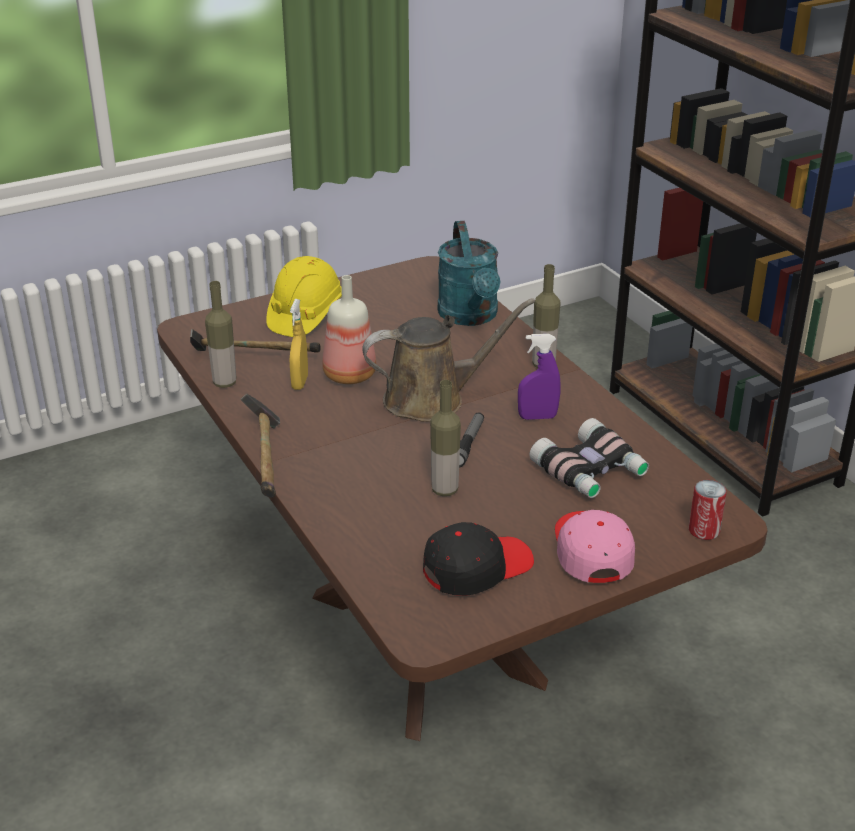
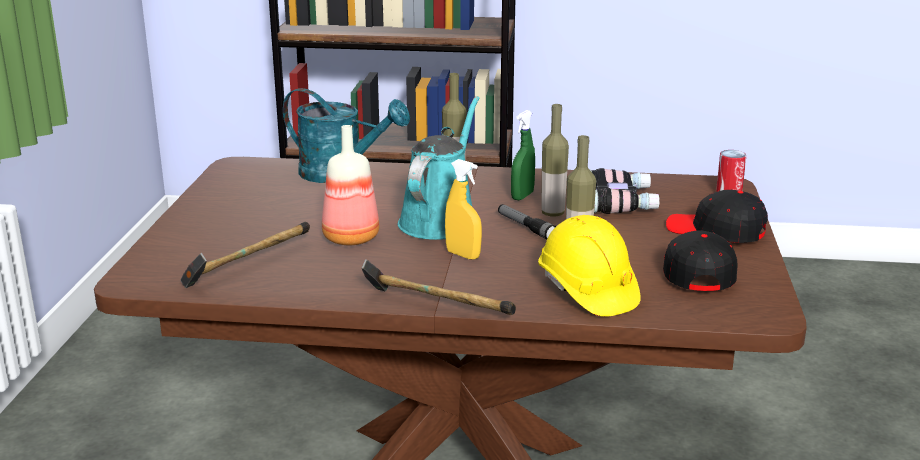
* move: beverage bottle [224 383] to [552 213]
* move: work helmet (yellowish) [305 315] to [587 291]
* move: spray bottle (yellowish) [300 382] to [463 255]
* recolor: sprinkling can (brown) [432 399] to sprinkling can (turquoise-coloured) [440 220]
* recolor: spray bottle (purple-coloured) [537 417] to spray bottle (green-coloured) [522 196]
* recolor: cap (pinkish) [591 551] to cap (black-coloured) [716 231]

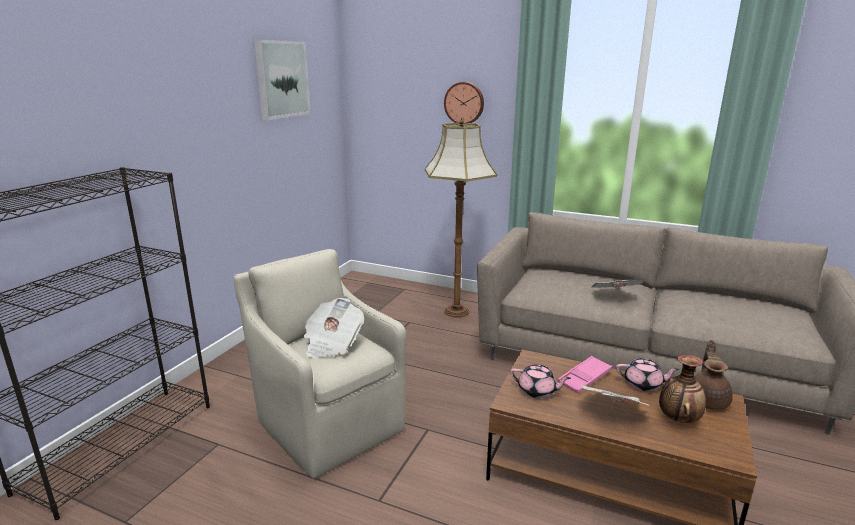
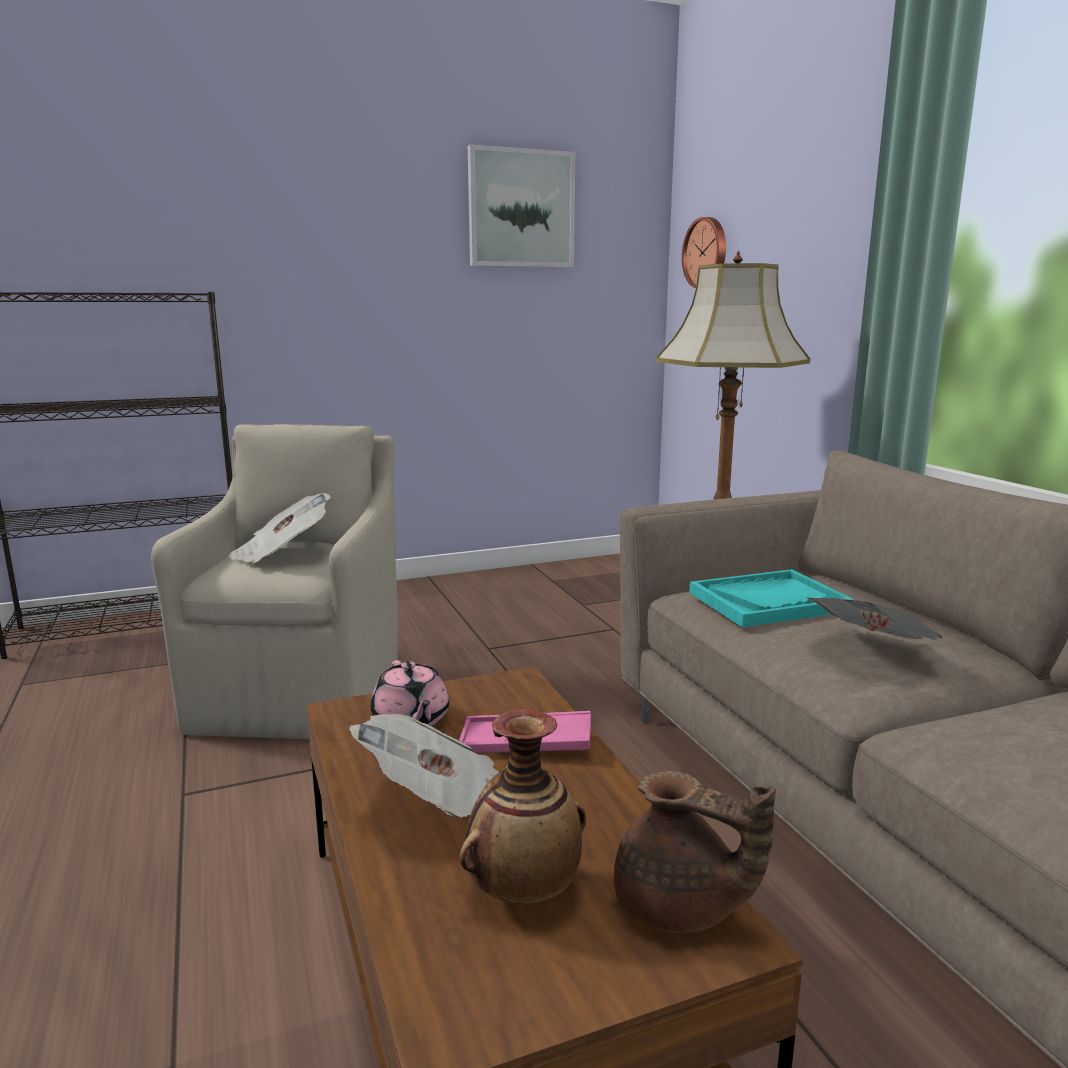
* delete: tea pot (pinkish) [643 384]
* insert: carrying tray (turquoise-coloured) [768 601]
* move: wall clock [464 103] to [706 253]
* rotate: tea pot (brown) [707 400] = [679 908] 60 degrees clockwise

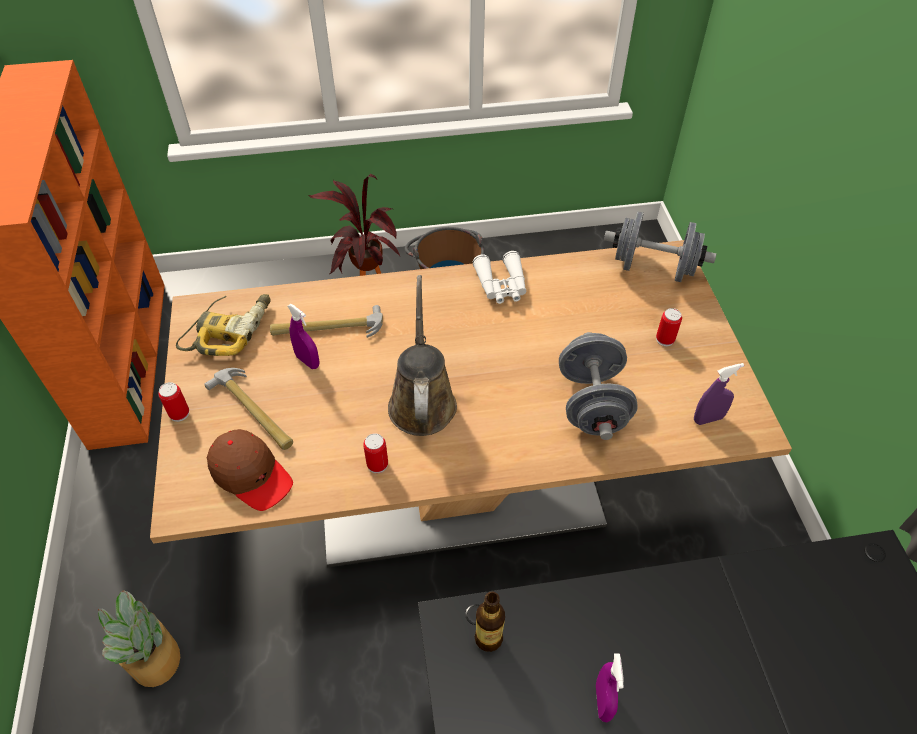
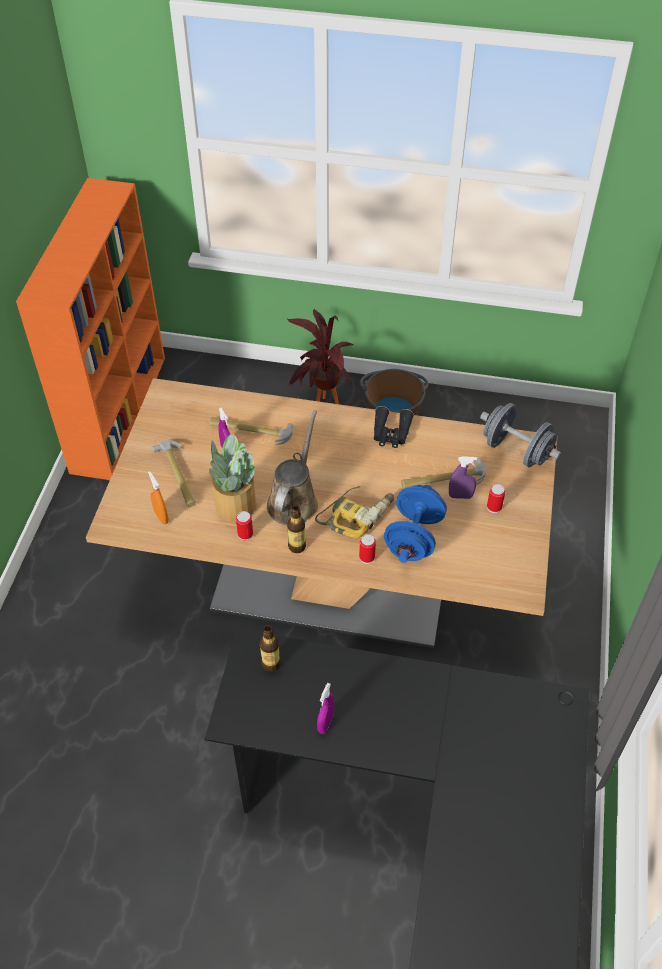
* insert: beverage bottle [297 546]
* insert: hand hammer [443 479]
* move: plant in a pot [155 658] to [236 503]
* move: sealed can [179 413] to [367 557]
* move: electric drill [229 329] to [356 514]
* move: spray bottle (purple-coloured) [708 419] to [460 496]
* replace: cap (brown) [251 474] to spray bottle (orange-coloured) [161 516]
* recolor: pair of binoculars (white-coloured) [501 285] to pair of binoculars (black-coloured) [391 433]
* recolor: free weight (gray) [592 404] to free weight (blue-coloured) [413 538]

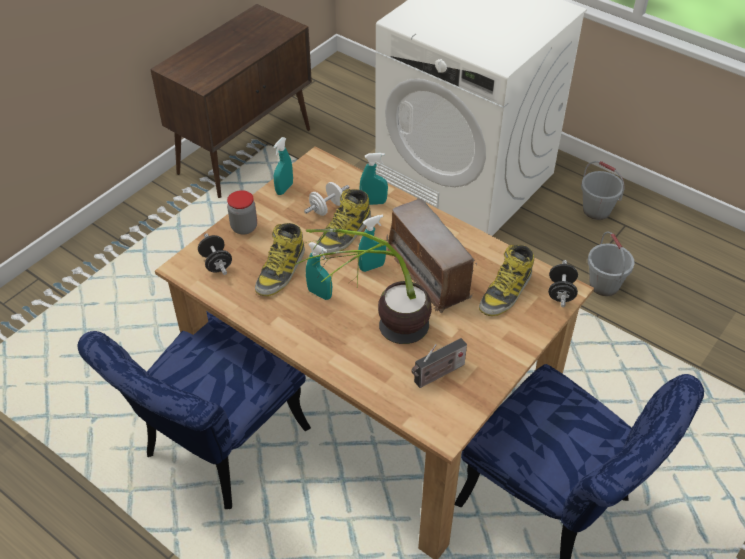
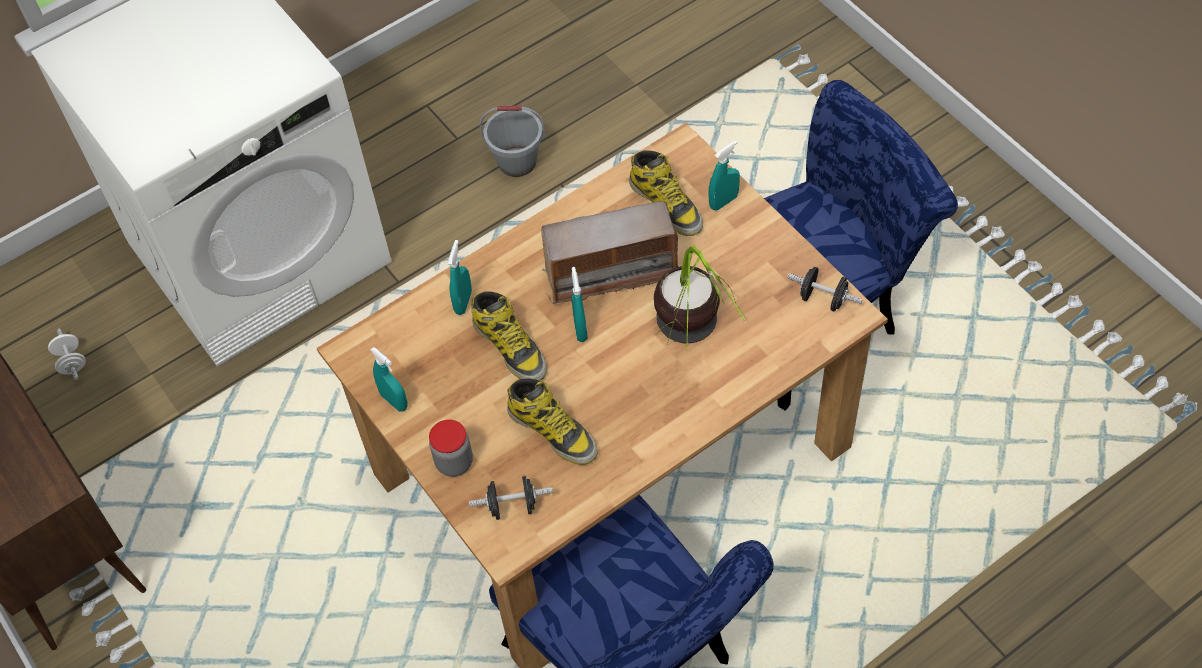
* delete: radio set [437 375]
* delete: pail (gray) [596 210]
* move: free weight (white-coloured) [327 208] to [71 362]
* move: spray bottle (turquoise-coloured) [319 294] to [723 201]
* move: free weight (black-coloured) [561 292] to [823 299]

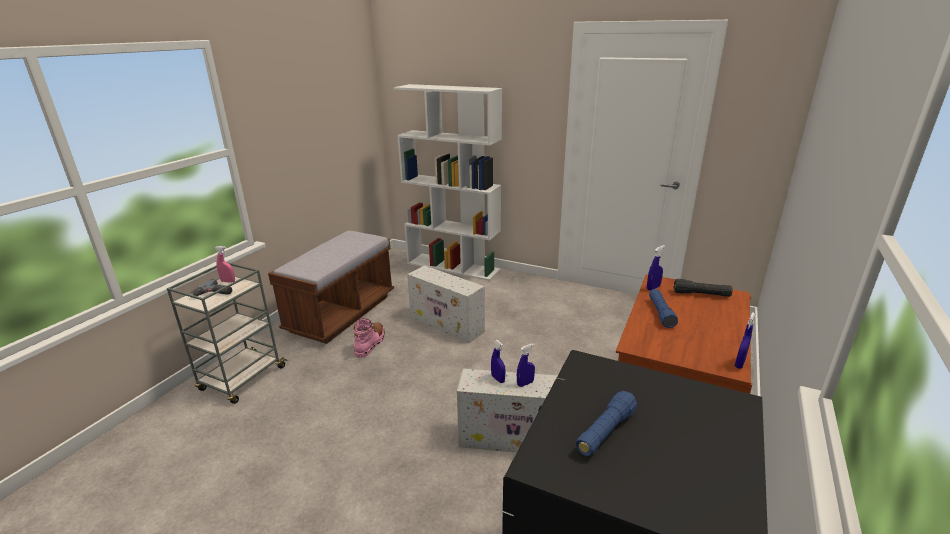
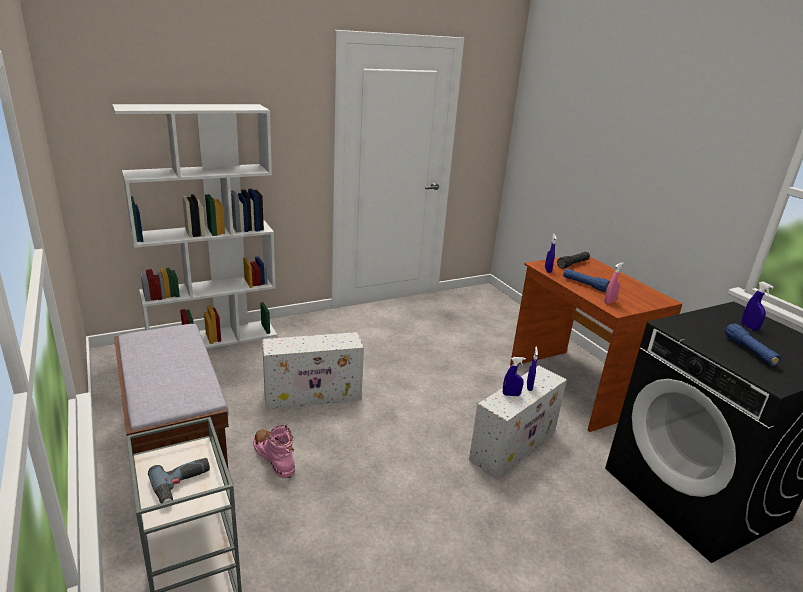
* move: spray bottle (pinkish) [228 281] to [609 302]
* move: spray bottle (blue-coloured) [739 364] to [749 327]

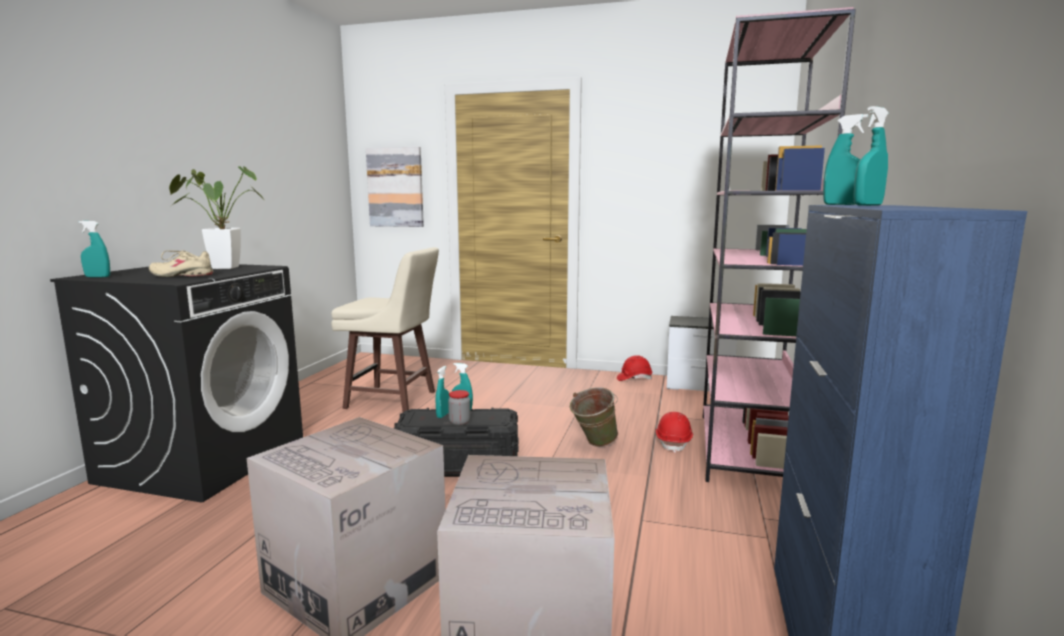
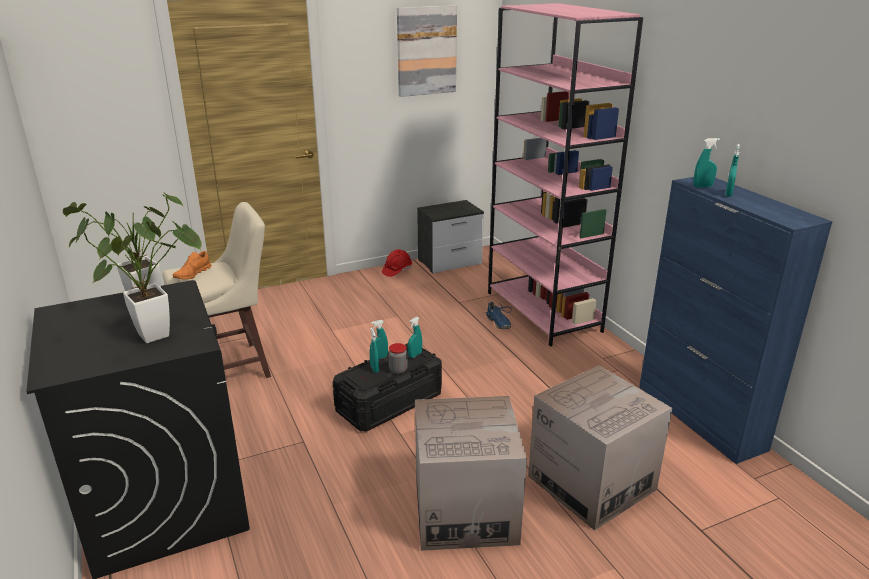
* delete: pail (green-coloured) [593 444]
* insert: shoe (orange-coloured) [192 274]
* move: spray bottle (turquoise-coloured) [97 277] to [415 355]
* move: picture [395 187] to [426 51]
* replace: shoe (beige-coloured) [182 276] to plant in a pot [161 333]
* replace: work helmet (red) [674 442] to shoe (blue-coloured) [498 323]

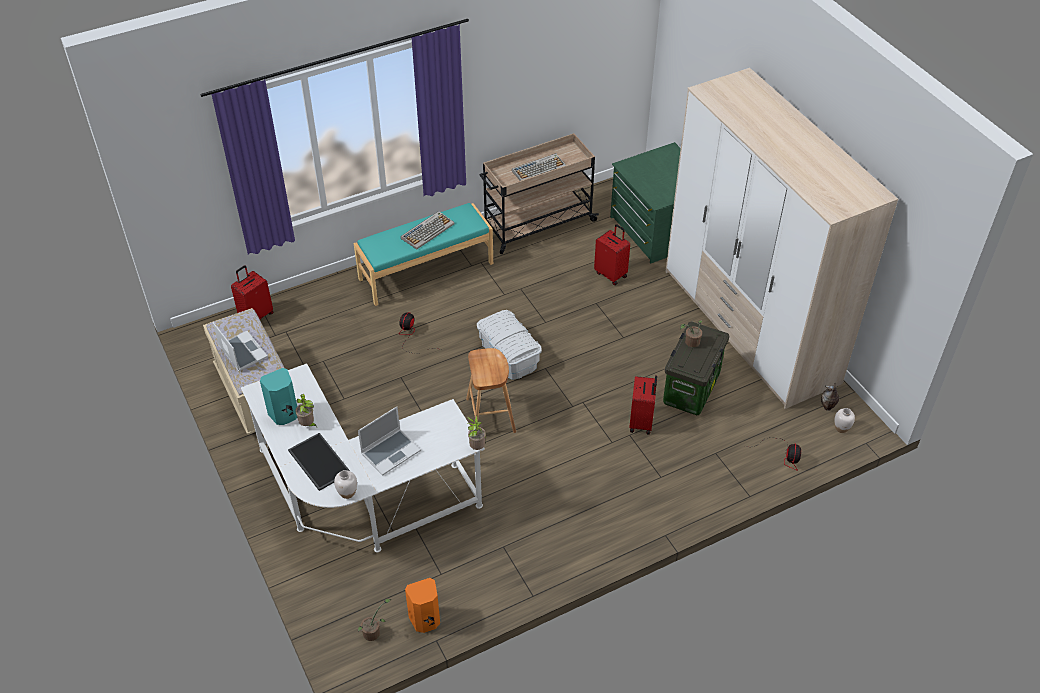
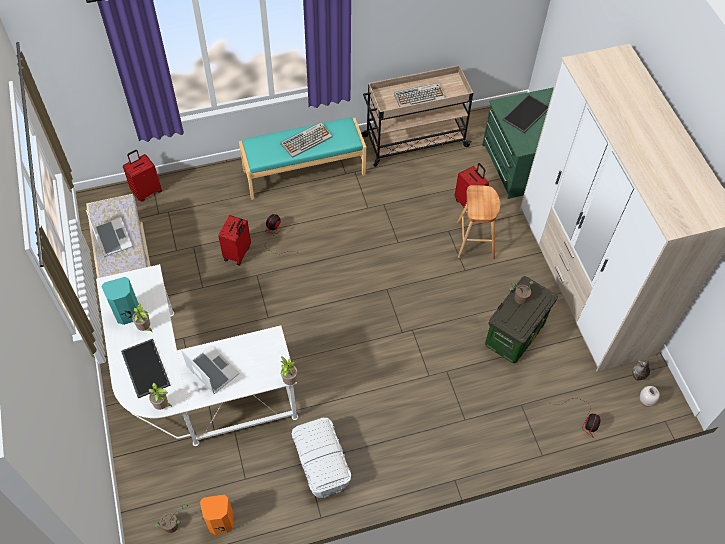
* insert: carrying tray [526 114]
* move: stool (brown) [490 415] to [475 240]
* move: storage bin (white-coloured) [509 355] to [322 464]
* move: piece of luggage (red) [642 422] to [238 253]
* replace: flower vase (white-coloured) [347 493] to plant in a pot [162 405]
* rotate: laptop [391 452] = [211 370] 105 degrees counterclockwise

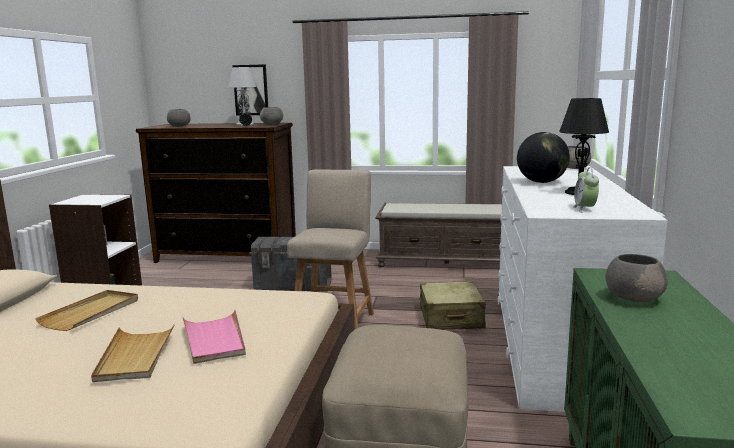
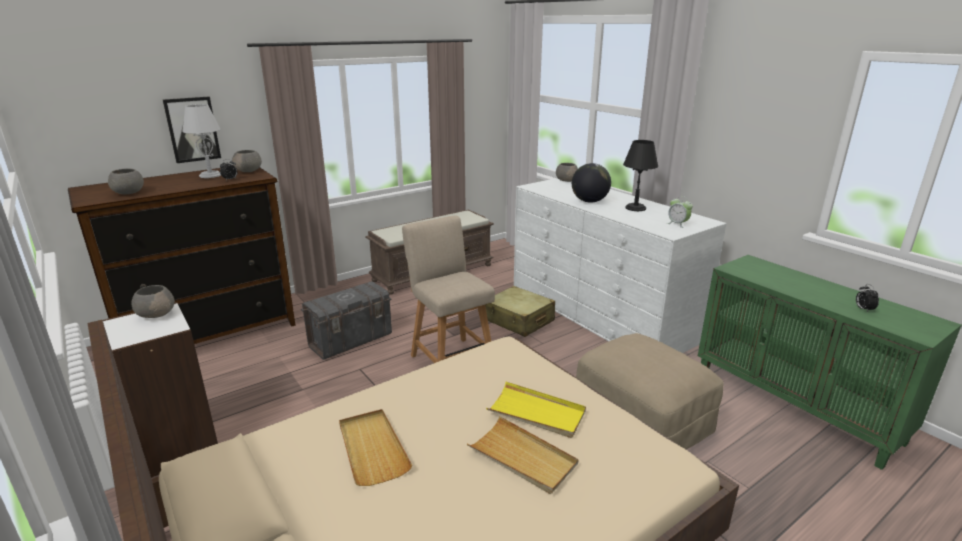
* insert: alarm clock [863 309]
* move: serving bowl (gray) [634 298] to [156 314]
* recolor: carrying tray (pinkish) [214 339] to carrying tray (yellowish) [536 413]

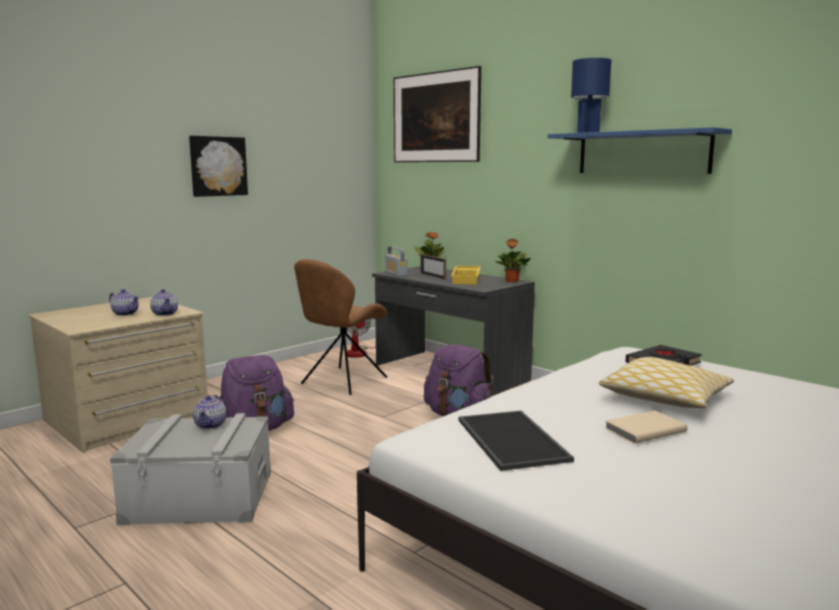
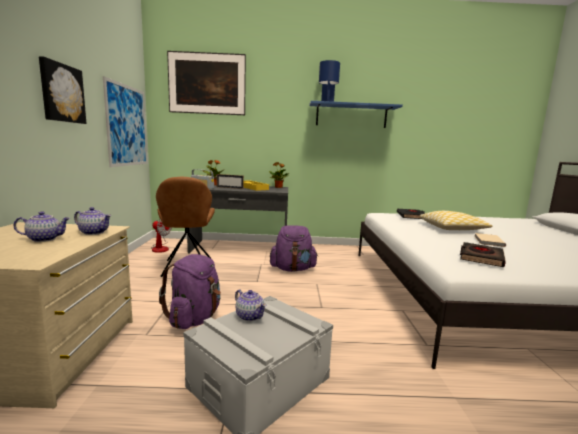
* insert: picture [127 126]
* replace: carrying tray [509 439] to book (black-coloured) [481 258]

